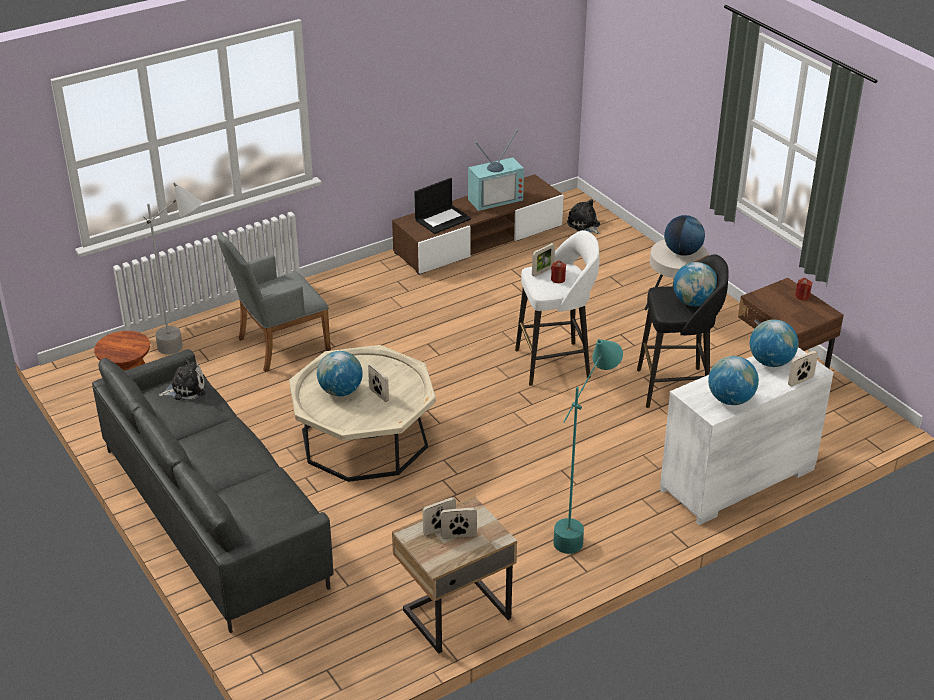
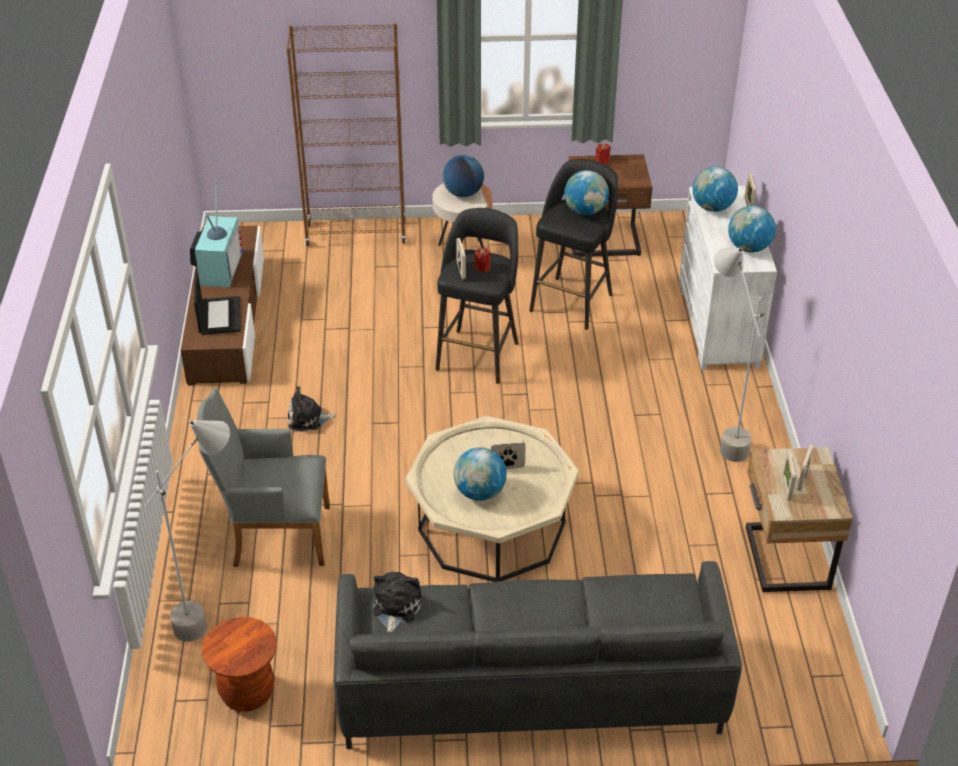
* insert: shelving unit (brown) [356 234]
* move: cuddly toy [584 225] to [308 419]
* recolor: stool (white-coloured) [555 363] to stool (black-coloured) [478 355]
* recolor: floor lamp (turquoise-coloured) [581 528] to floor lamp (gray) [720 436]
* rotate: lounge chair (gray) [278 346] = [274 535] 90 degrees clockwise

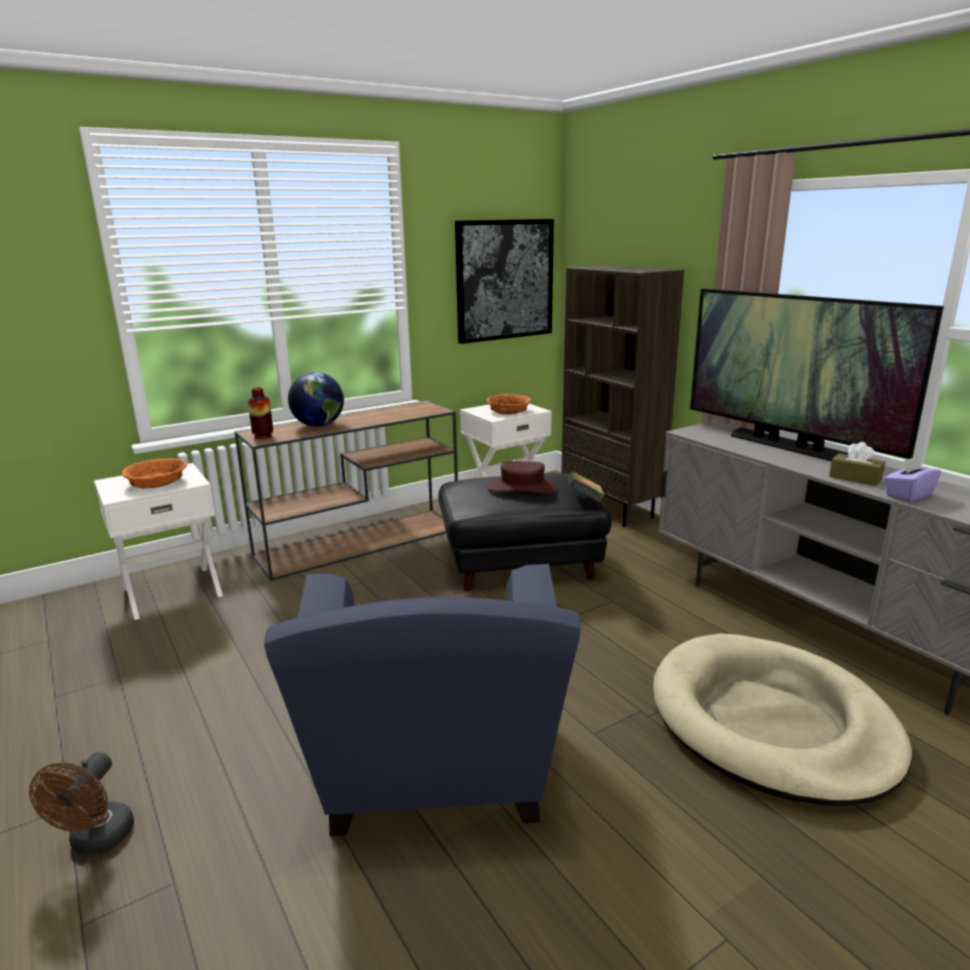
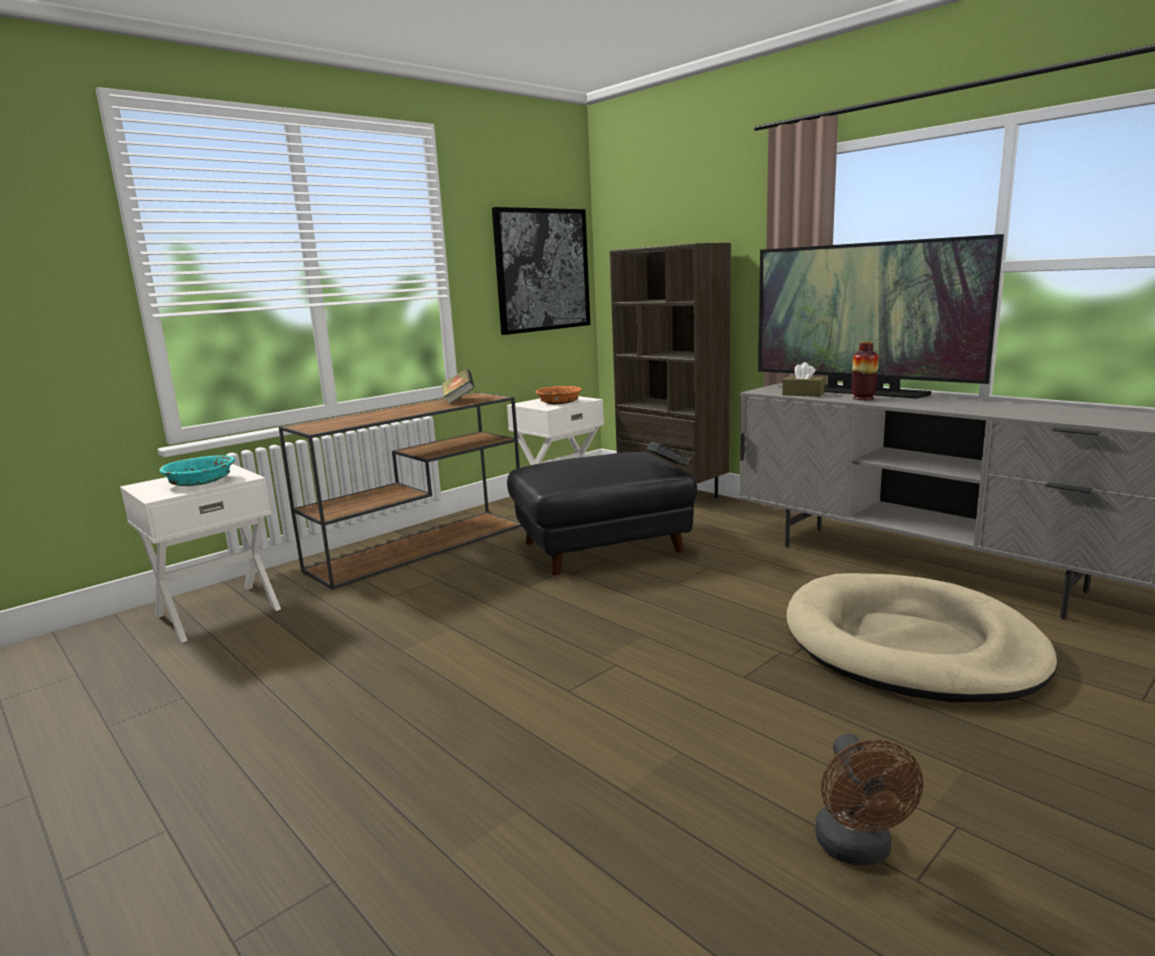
* delete: lounge chair (blue-coloured) [435 773]
* delete: world globe [318 425]
* delete: clothing hat (brown) [522 488]
* delete: box of tissues (purple-coloured) [908 495]
* insert: book [459 400]
* move: fan (brown) [96 841] to [858 850]
* move: flower vase [263 436] to [863 398]
* move: box of tissues (brown) [855 478] to [803 394]
* recolor: serving bowl (orange-coloured) [157 483] to serving bowl (turquoise-coloured) [200 481]

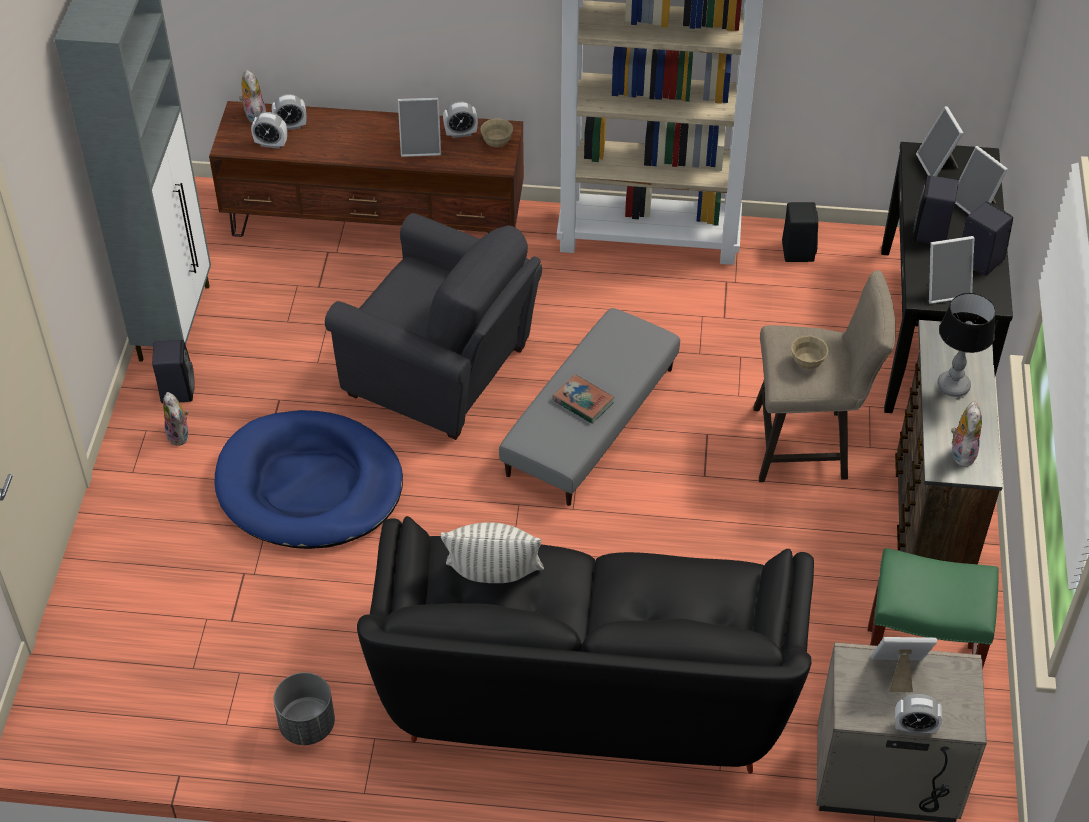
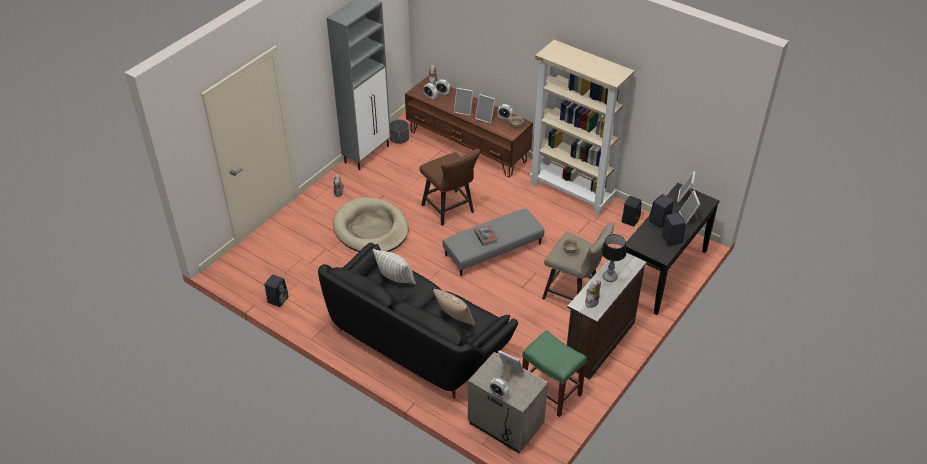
* insert: pillow [454 320]
* move: speaker (black-coloured) [177 389] to [278 299]
* move: flower pot (gray) [307 725] to [399 140]
* move: photo frame [945 289] to [464 110]
* replace: lounge chair (gray) [444 374] to stool (brown) [450 210]
* recolor: dog bed (blue-coloured) [309 485] to dog bed (beige-coloured) [371 229]

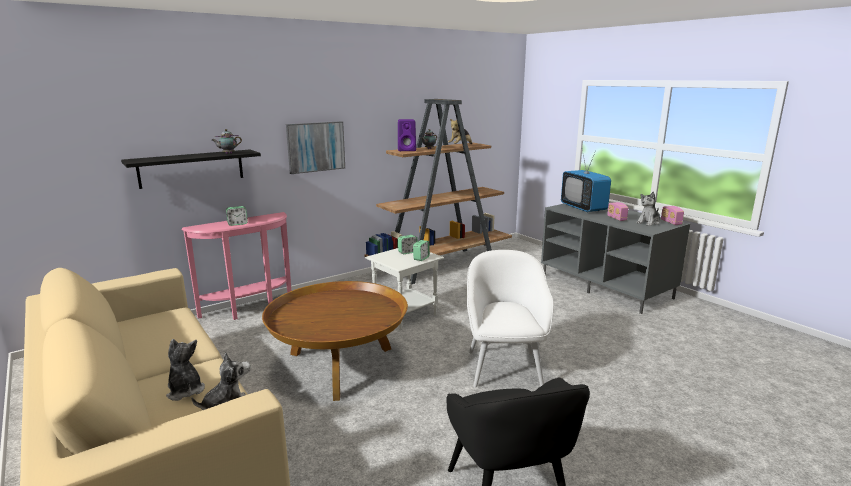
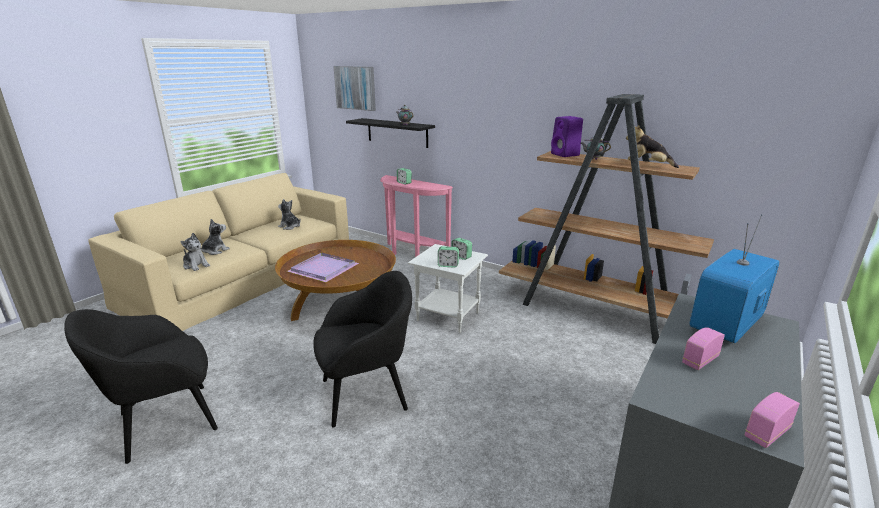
* insert: carrying tray (purple-coloured) [323 268]
* move: picture [316 147] to [355 88]
* move: cuddly toy [648 222] to [290 227]
* recolor: lounge chair (white-coloured) [504 367] to lounge chair (black-coloured) [366 393]

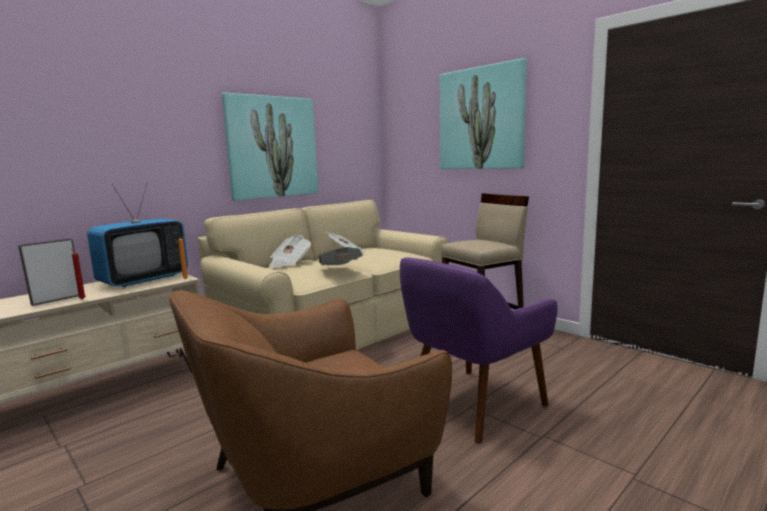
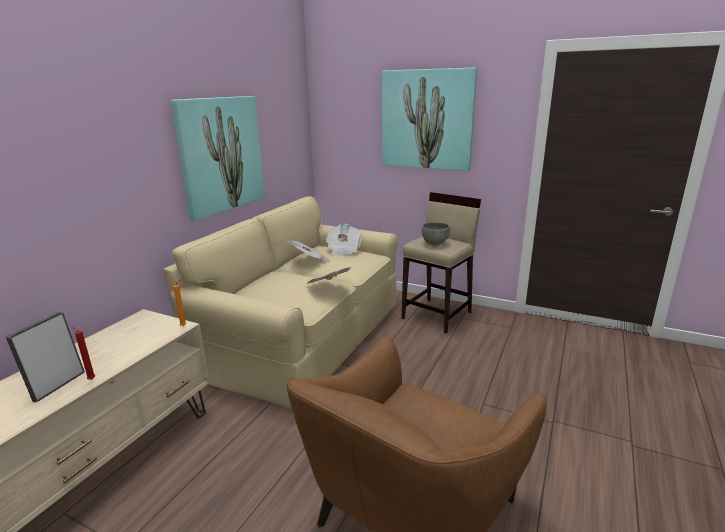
* delete: TV [143 280]
* delete: lounge chair (purple-coloured) [472 404]
* insert: serving bowl (gray) [434 243]
* move: newspaper [289 263] to [343 250]

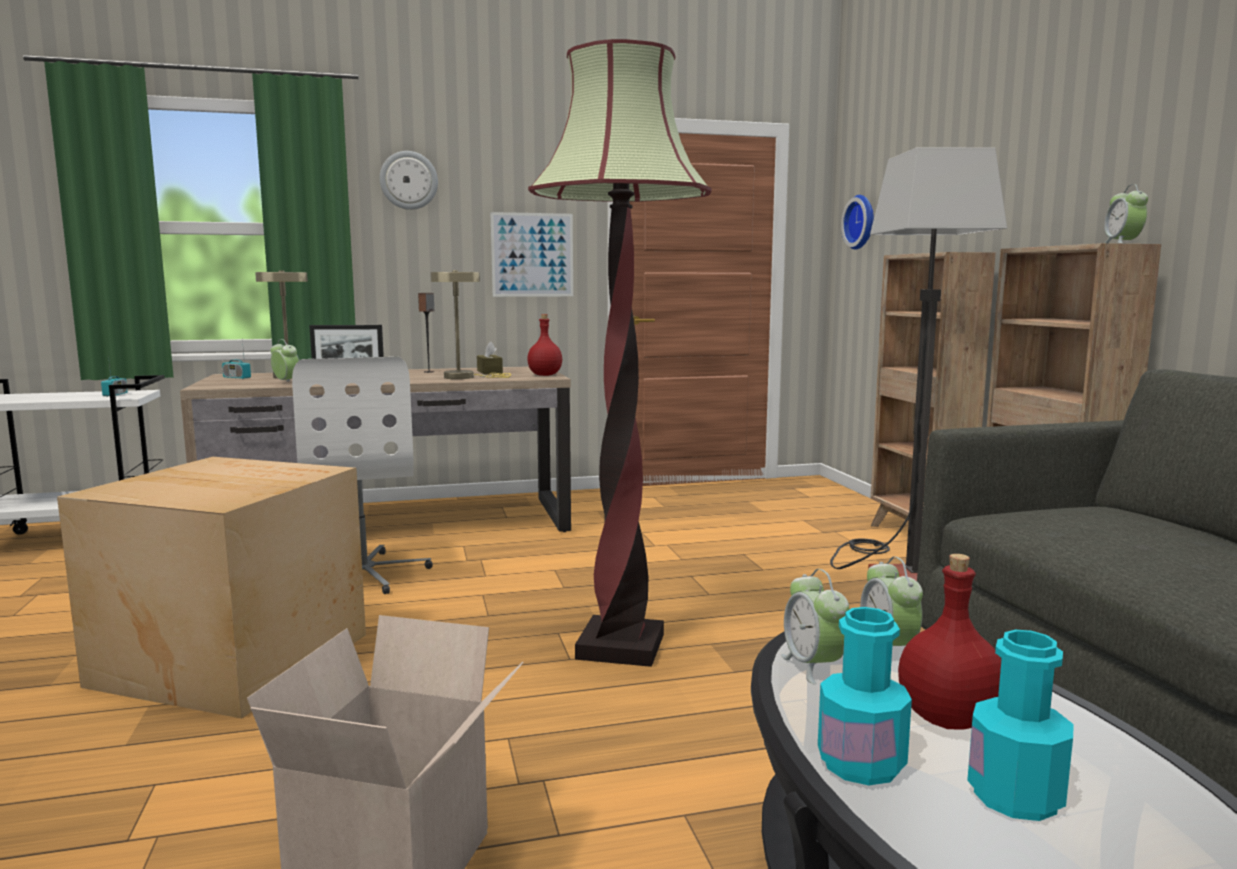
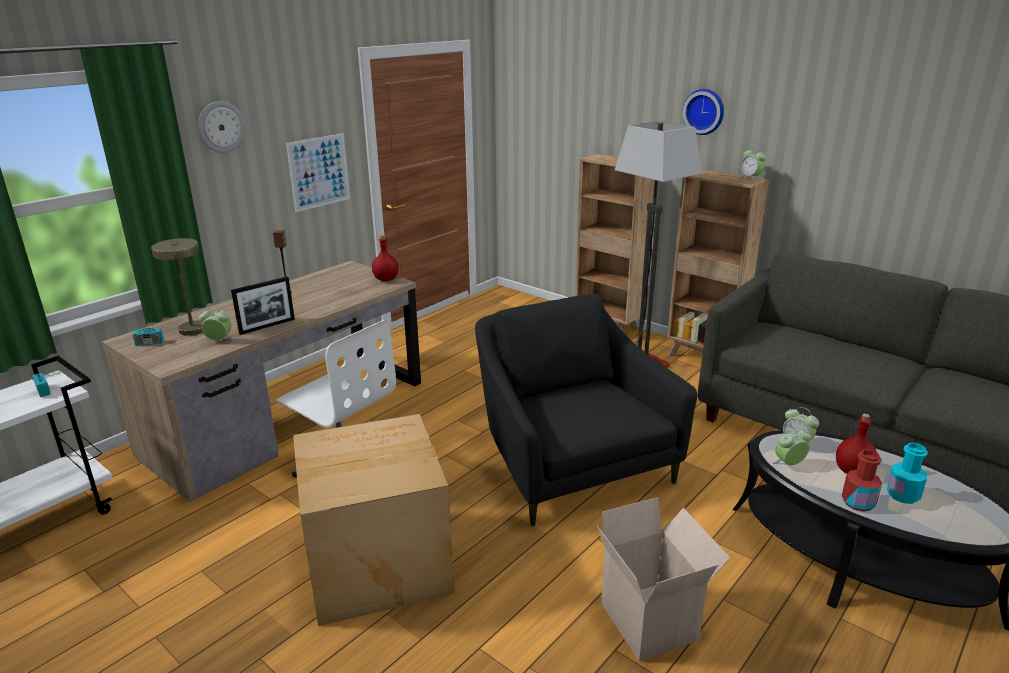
* delete: lamp for a table (beige-coloured) [464 377]
* delete: box of tissues (brown) [489 372]
* move: wall clock [862 222] to [704 111]
* replace: floor lamp [621 646] to lounge chair (black-coloured) [570 462]
* recolor: beverage bottle (turquoise-coloured) [861 763] to beverage bottle (red) [858 502]
* rotate: alarm clock [813 666] = [789 464] 120 degrees clockwise

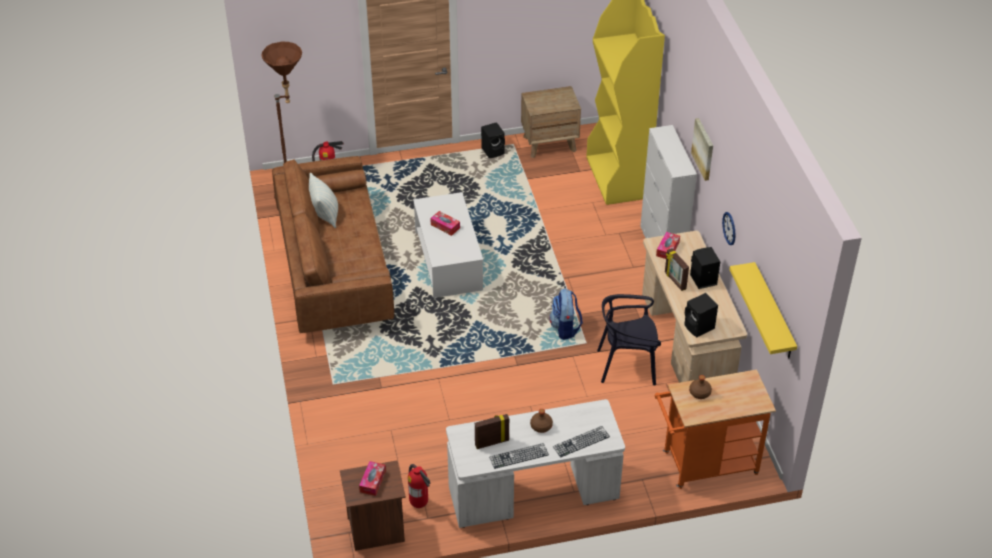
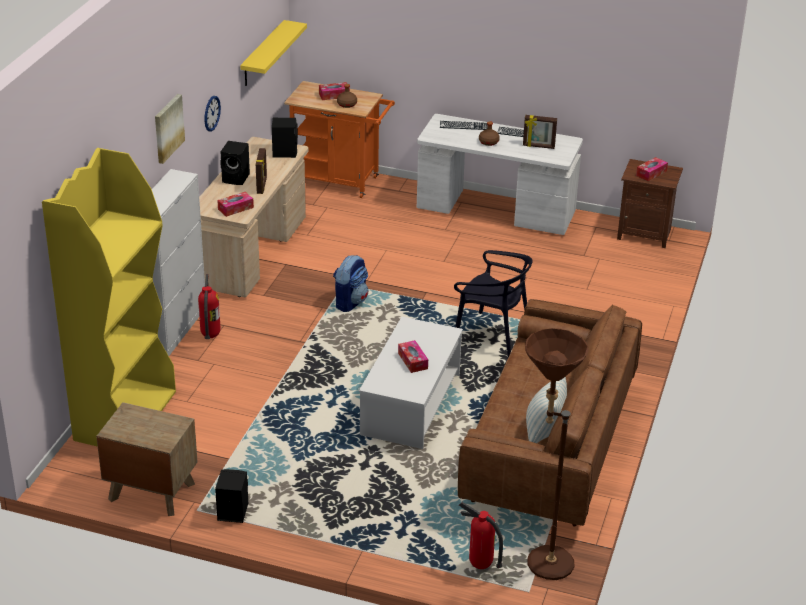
* insert: box of tissues [334 95]
* move: fire extinguisher [419 504] to [210 336]
* move: chair (black-coloured) [627 365] to [491 336]

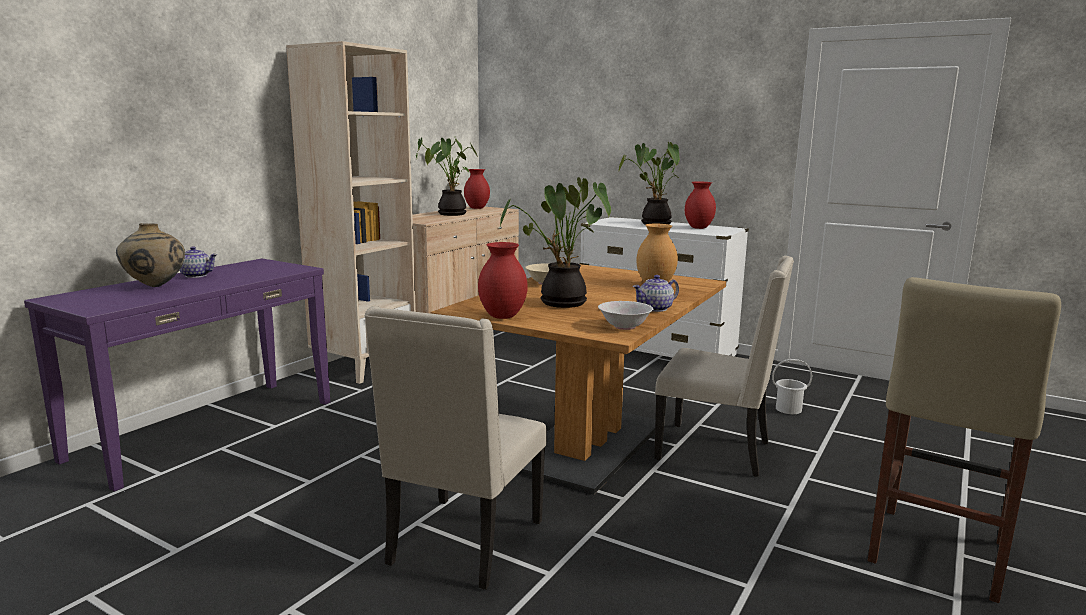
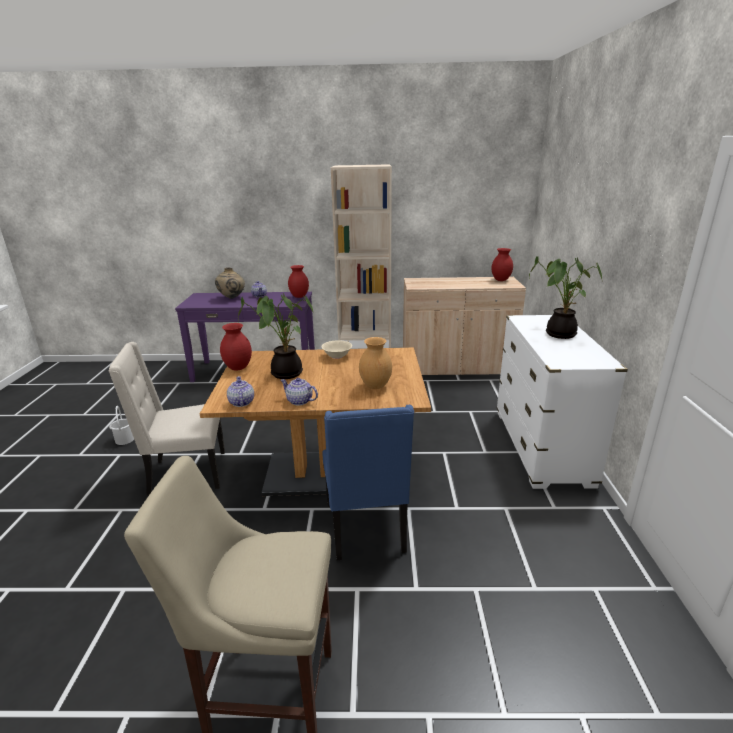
* delete: plant in a pot [450 214]
* move: flower vase (red) [698 228] to [299 296]
* move: pail (white-coloured) [788 409] to [124 440]
* replace: serving bowl (white-coloured) [624 327] to tea pot [241 402]
* recolor: chair (beige-coloured) [716 450] to chair (blue-coloured) [367 529]

